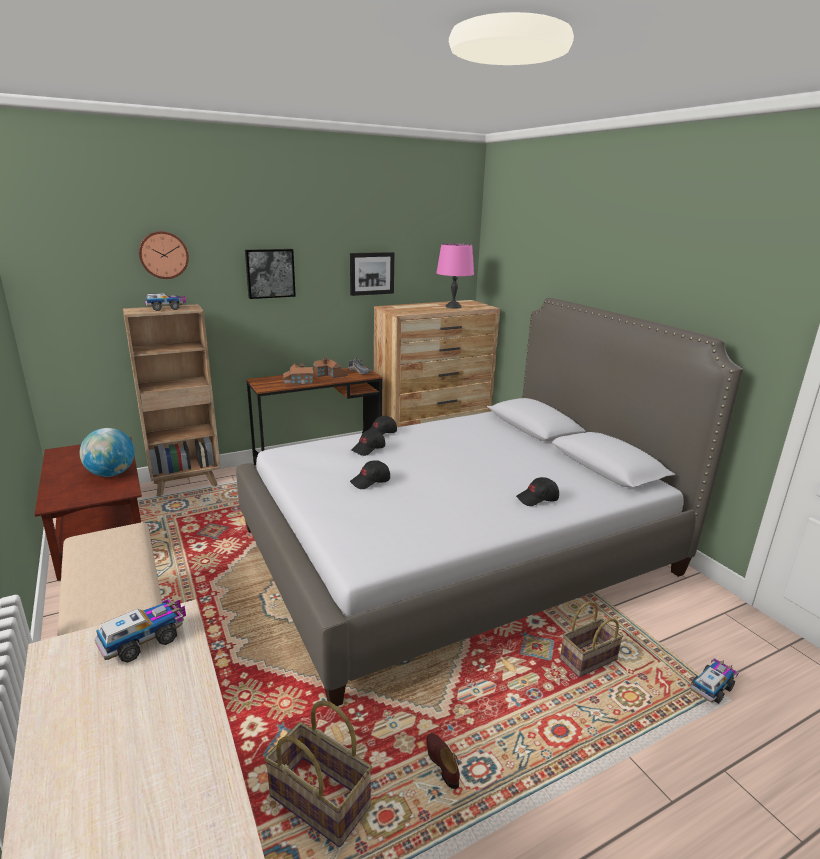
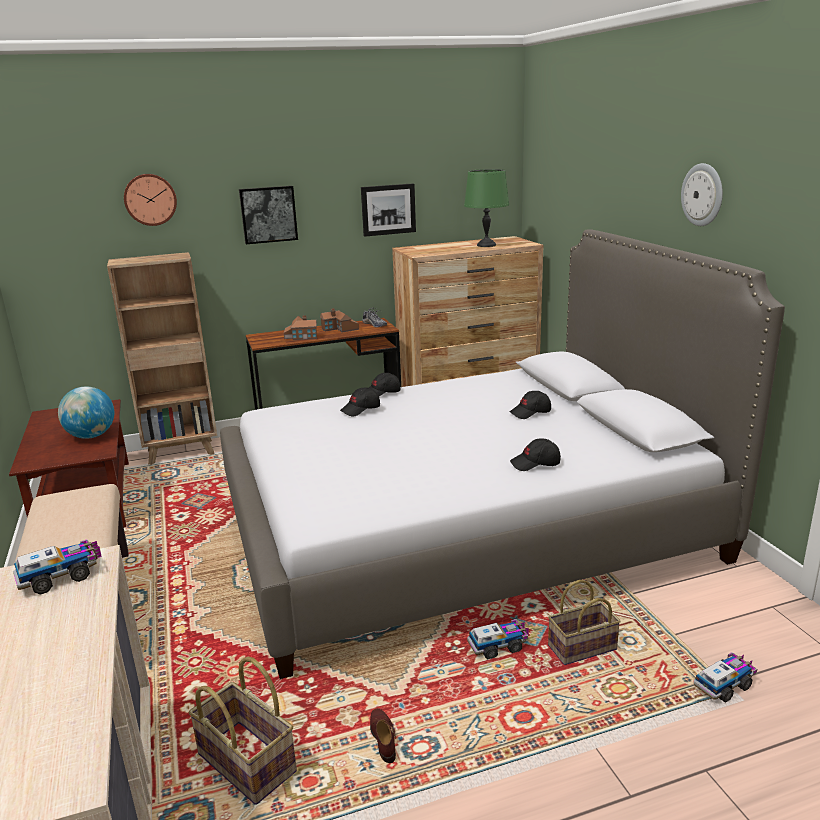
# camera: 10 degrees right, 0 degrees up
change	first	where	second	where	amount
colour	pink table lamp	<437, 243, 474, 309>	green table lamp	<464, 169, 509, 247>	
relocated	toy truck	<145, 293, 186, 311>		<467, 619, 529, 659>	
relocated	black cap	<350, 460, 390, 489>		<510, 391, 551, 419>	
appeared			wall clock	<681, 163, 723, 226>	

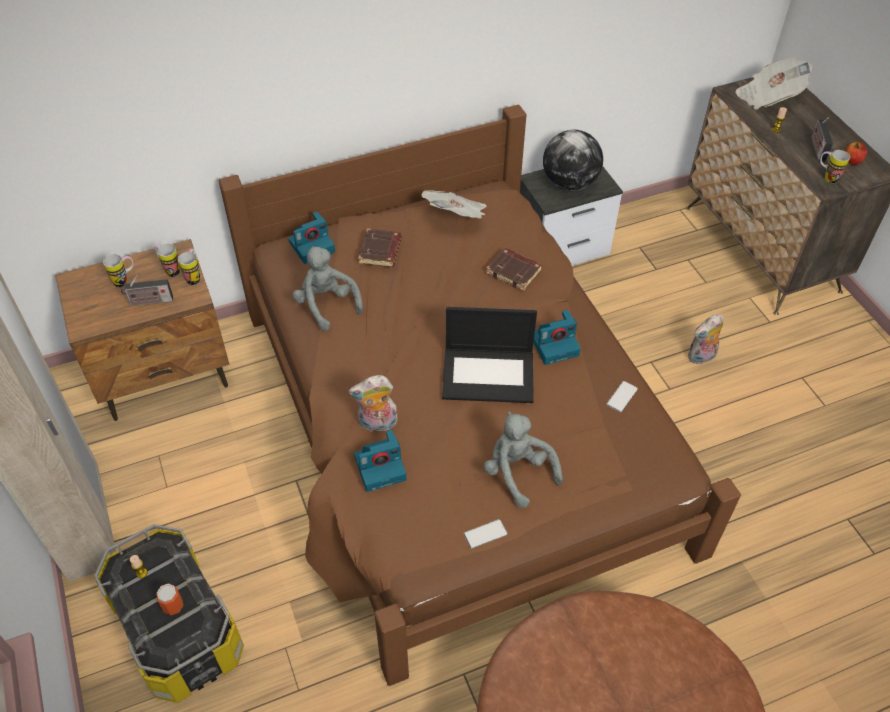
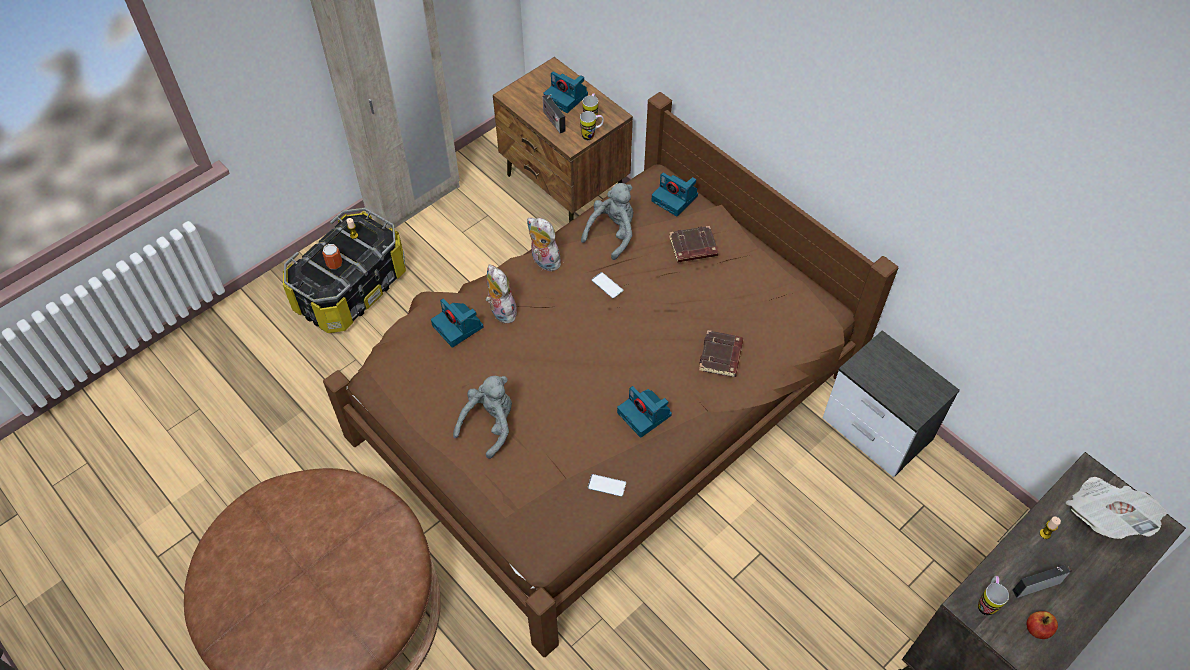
# camera: 70 degrees right, 5 degrees up
change	first	where	second	where	amount
missing	globe	<543, 130, 603, 191>			
missing	newspaper	<422, 190, 487, 219>			
exchanged	mug	<103, 254, 133, 288>	photo camera	<544, 71, 588, 113>	
missing	laptop	<442, 307, 537, 403>			
relocated	plush toy	<688, 314, 723, 364>		<527, 218, 562, 271>	
relocated	phone	<464, 519, 507, 548>		<591, 272, 623, 298>	

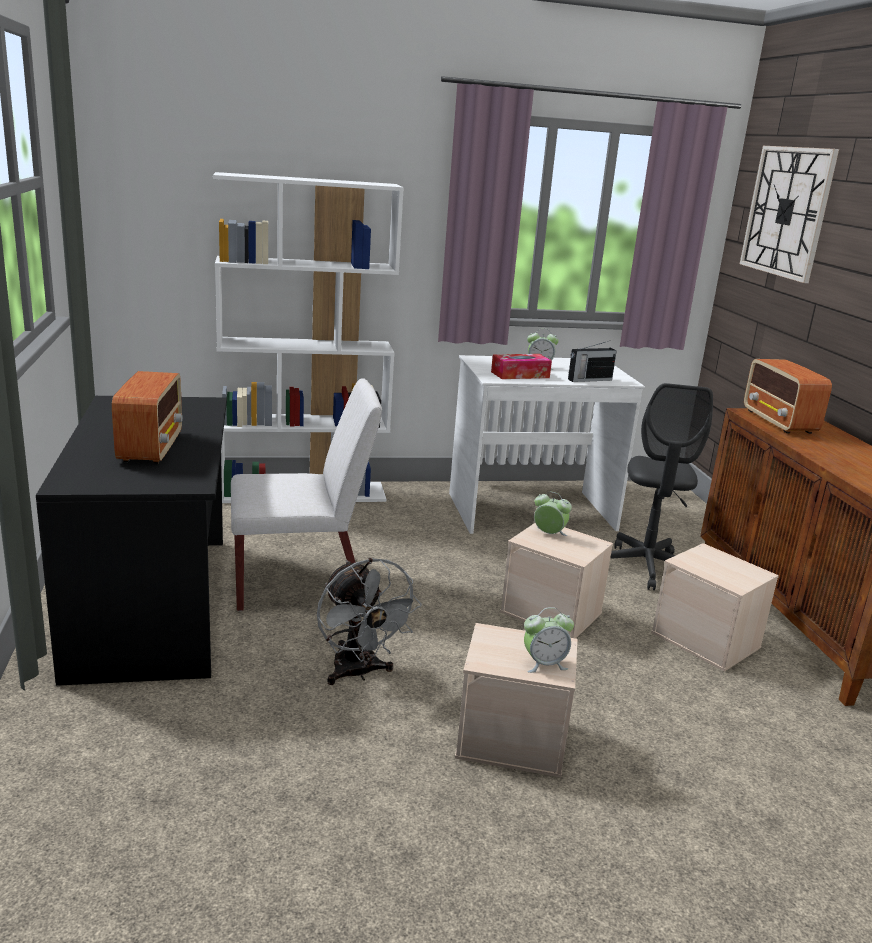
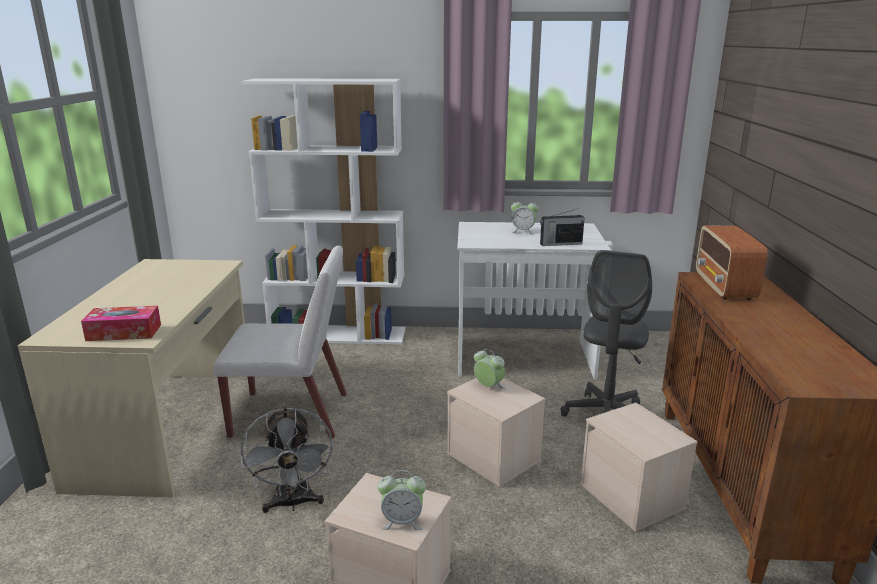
# camera: 15 degrees right, 0 degrees up
change	first	where	second	where	amount
missing	wall clock	<740, 146, 839, 283>			
relocated	tissue box	<491, 354, 552, 379>		<81, 306, 161, 341>	
missing	radio	<112, 371, 183, 464>			
colour	black desk	<36, 396, 227, 686>	beige desk	<18, 259, 247, 497>	

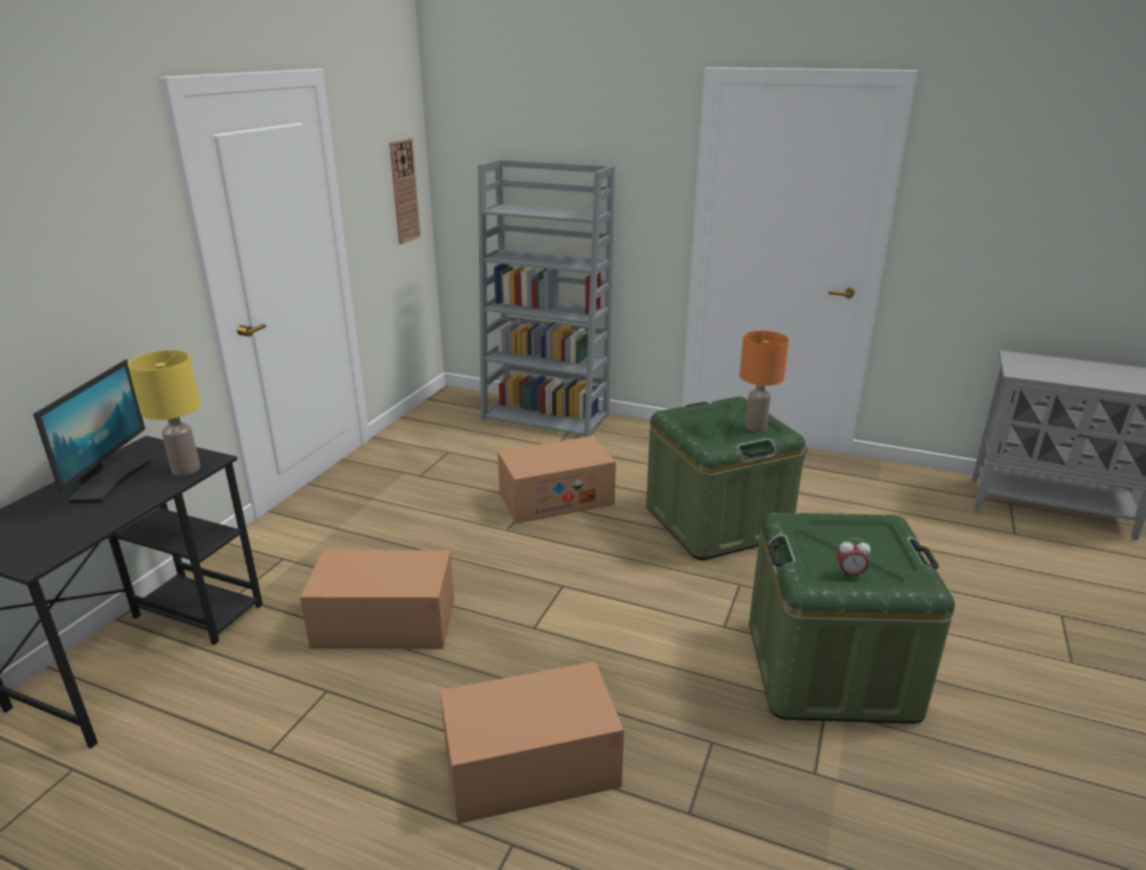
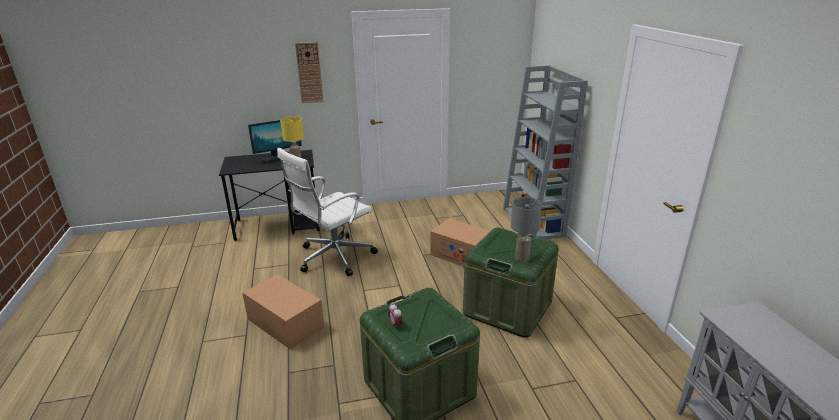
# camera: 55 degrees right, 0 degrees up
change	first	where	second	where	amount
relocated	wall clock	<389, 138, 421, 244>		<295, 42, 324, 103>	
colour	orange table lamp	<740, 331, 789, 432>	grey table lamp	<511, 197, 542, 262>	
exchanged	cardboard box	<300, 550, 454, 649>	white office chair	<277, 148, 378, 276>	

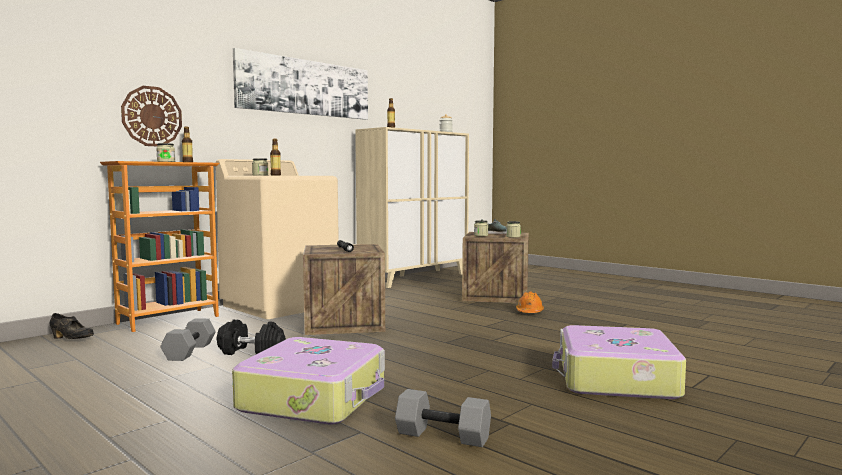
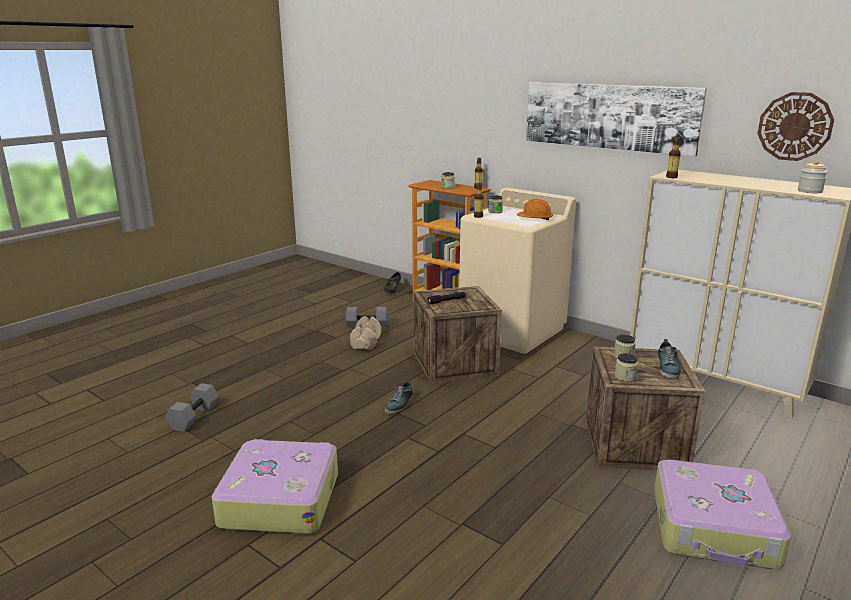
# camera: 85 degrees right, 15 degrees up
change	first	where	second	where	amount
relocated	wall clock	<121, 86, 182, 146>		<757, 92, 834, 161>	
relocated	orange hard hat	<516, 292, 544, 313>		<517, 199, 553, 221>	
colour	black dumbbell	<217, 319, 286, 355>	beige dumbbell	<350, 316, 381, 350>	
relocated	suitcase	<232, 337, 385, 425>		<654, 460, 791, 569>	
appeared			shoe	<385, 379, 413, 414>	

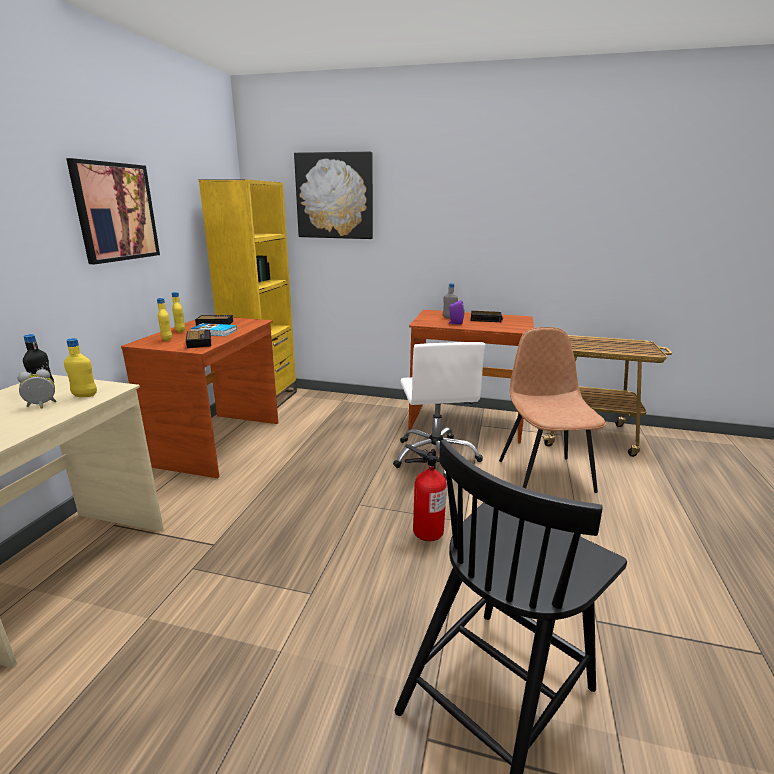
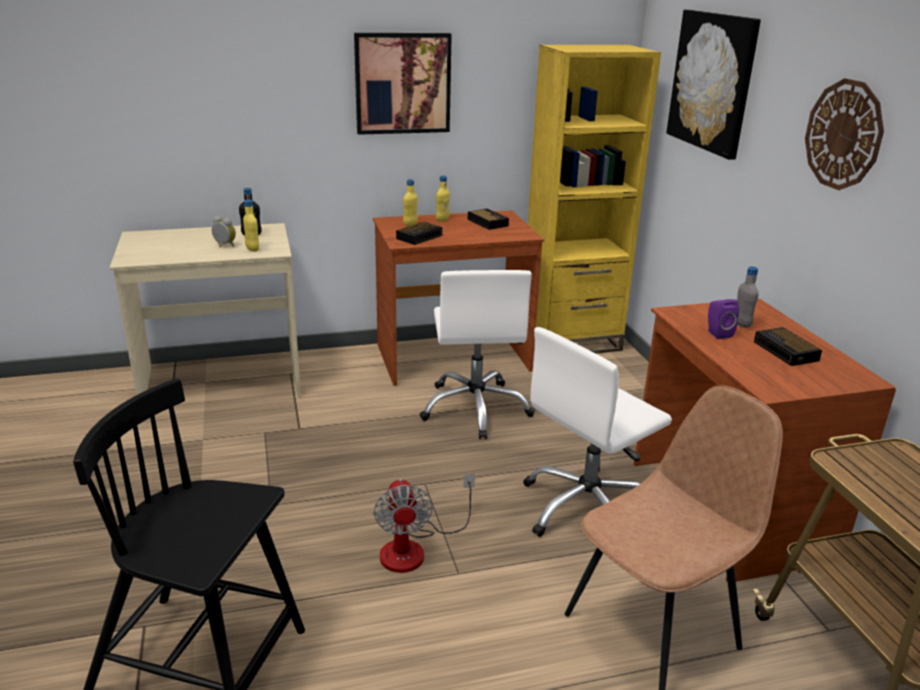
# camera: 60 degrees right, 5 degrees up
change	first	where	second	where	amount
missing	book	<190, 323, 237, 336>			
exchanged	fire extinguisher	<405, 444, 447, 541>	fan	<374, 474, 475, 573>	
appeared			wall clock	<805, 78, 884, 190>	
appeared			white office chair	<419, 270, 535, 439>	

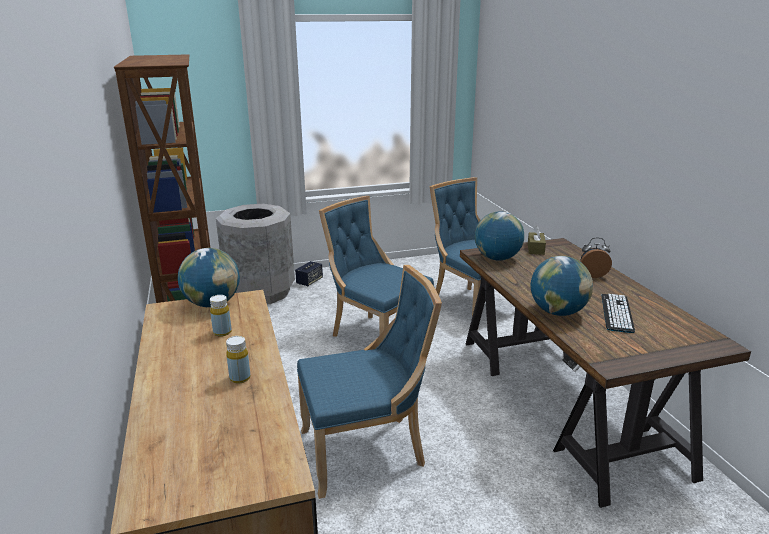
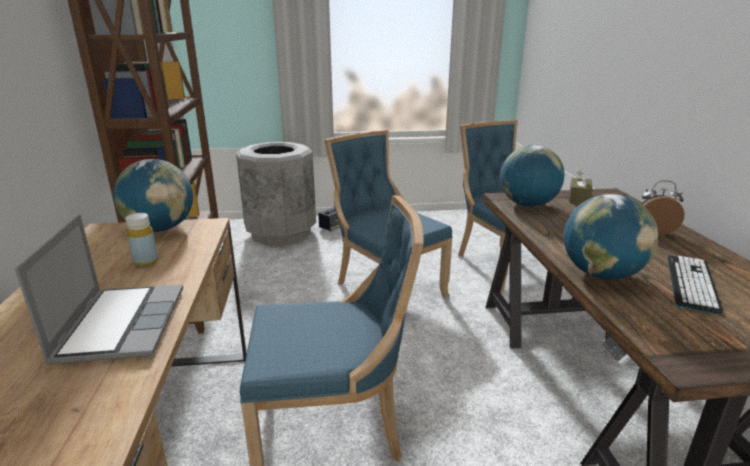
# camera: 10 degrees right, 0 degrees up
change	first	where	second	where	amount
exchanged	yellow bottle	<226, 336, 250, 384>	laptop	<15, 214, 183, 364>	

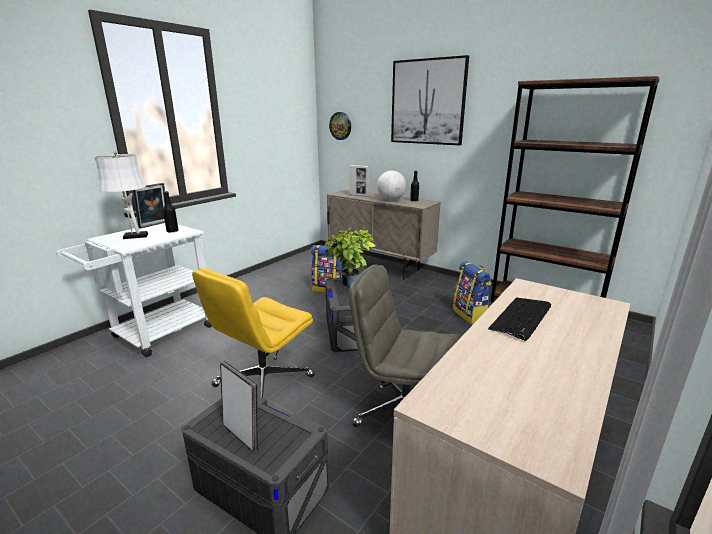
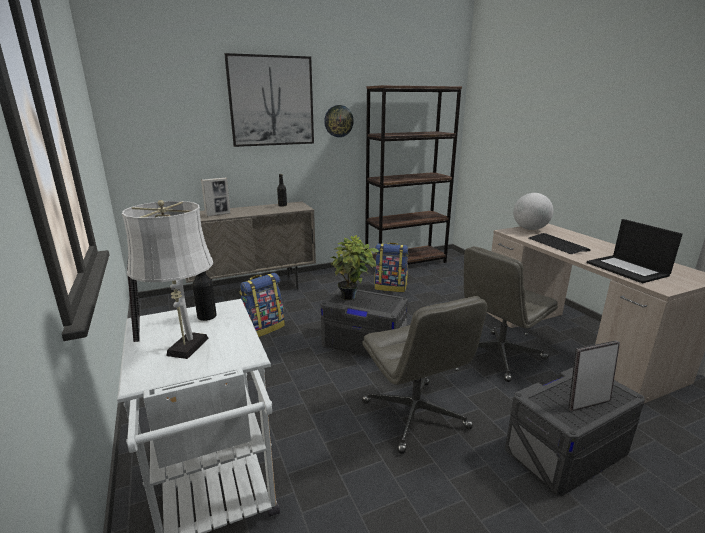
# camera: 60 degrees left, 0 degrees up
change	first	where	second	where	amount
relocated	wall clock	<329, 112, 351, 140>		<324, 105, 354, 137>	
relocated	globe	<377, 171, 406, 201>		<513, 193, 554, 230>	
colour	yellow office chair	<192, 268, 315, 398>	grey office chair	<362, 296, 487, 454>	
appeared			laptop	<587, 219, 683, 283>	

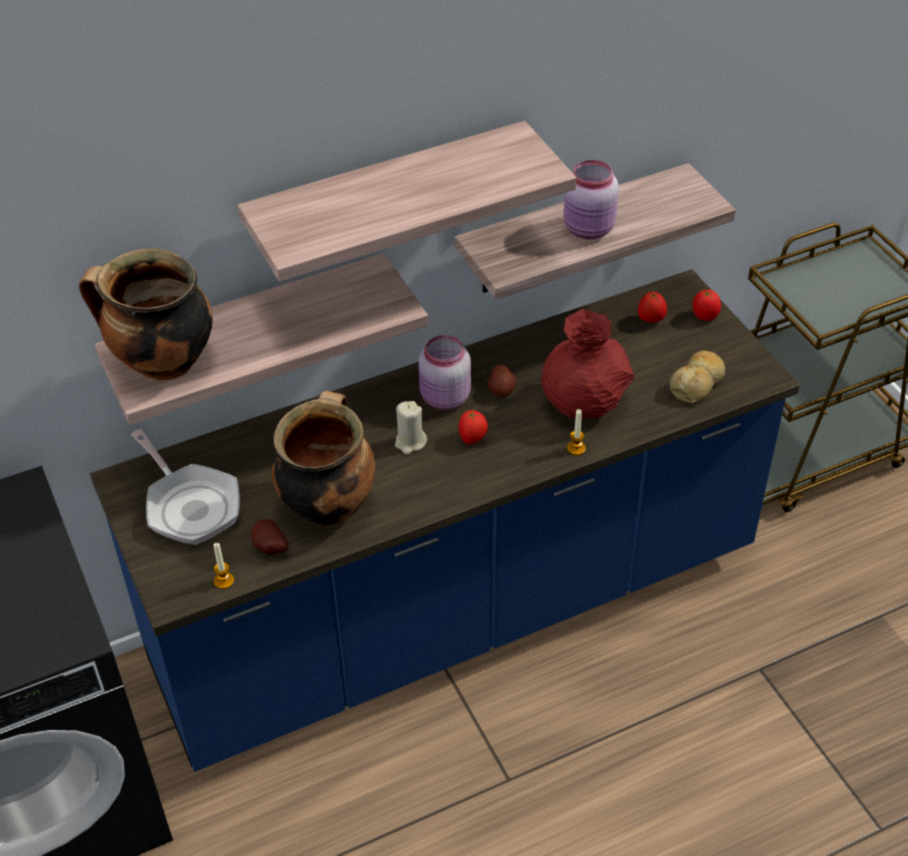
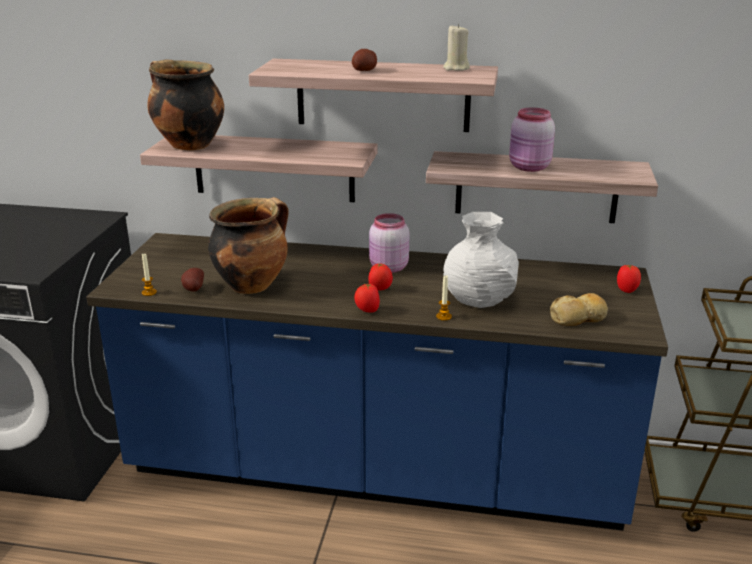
# camera: 35 degrees right, 20 degrees down
change	first	where	second	where	amount
relocated	tomato	<638, 292, 667, 323>		<354, 284, 380, 313>	
colour	red vase	<541, 309, 635, 419>	white vase	<443, 212, 519, 308>	
relocated	potato	<487, 365, 516, 397>		<352, 49, 377, 71>	
relocated	beige candle	<395, 401, 427, 454>		<443, 24, 470, 71>	
missing	frying pan	<131, 429, 240, 545>			

